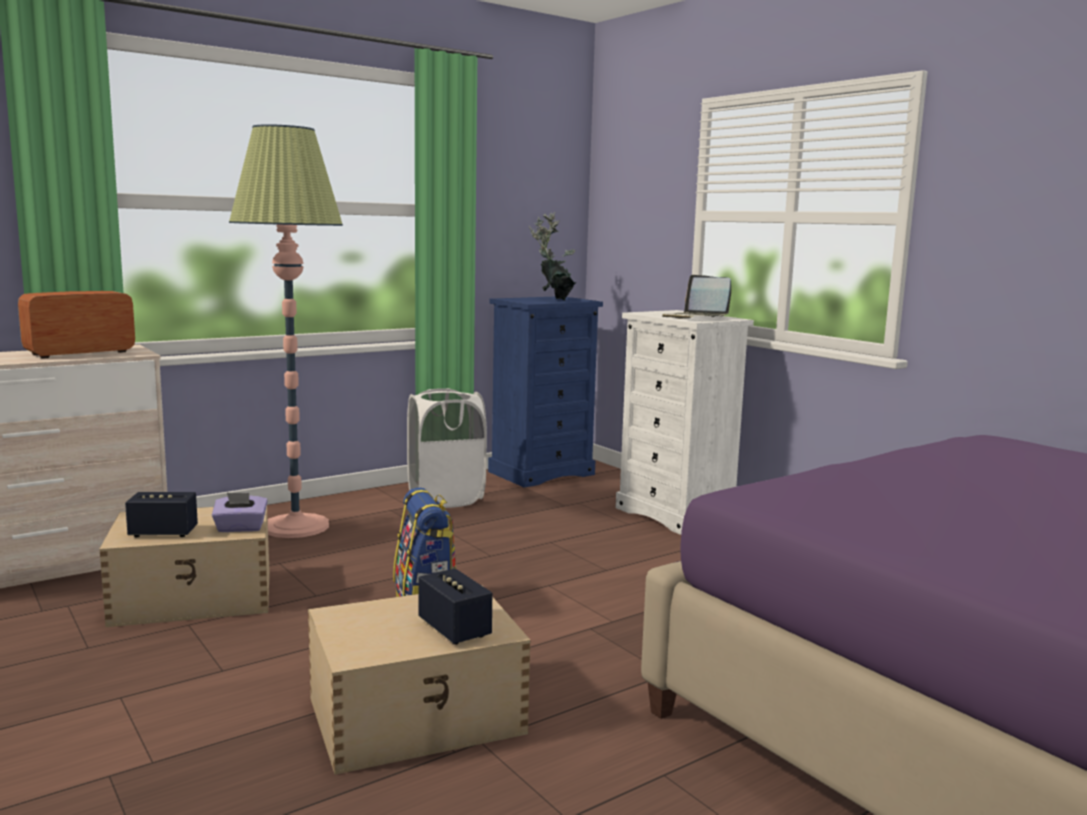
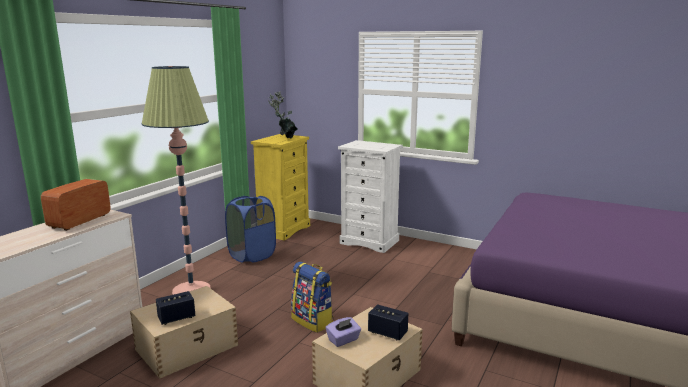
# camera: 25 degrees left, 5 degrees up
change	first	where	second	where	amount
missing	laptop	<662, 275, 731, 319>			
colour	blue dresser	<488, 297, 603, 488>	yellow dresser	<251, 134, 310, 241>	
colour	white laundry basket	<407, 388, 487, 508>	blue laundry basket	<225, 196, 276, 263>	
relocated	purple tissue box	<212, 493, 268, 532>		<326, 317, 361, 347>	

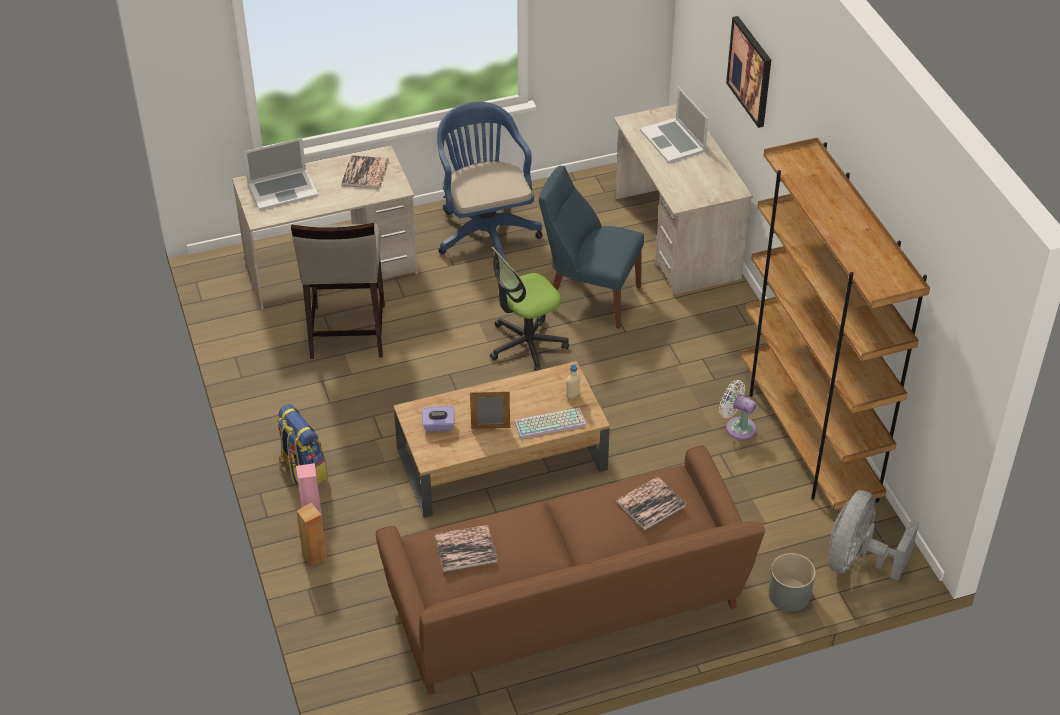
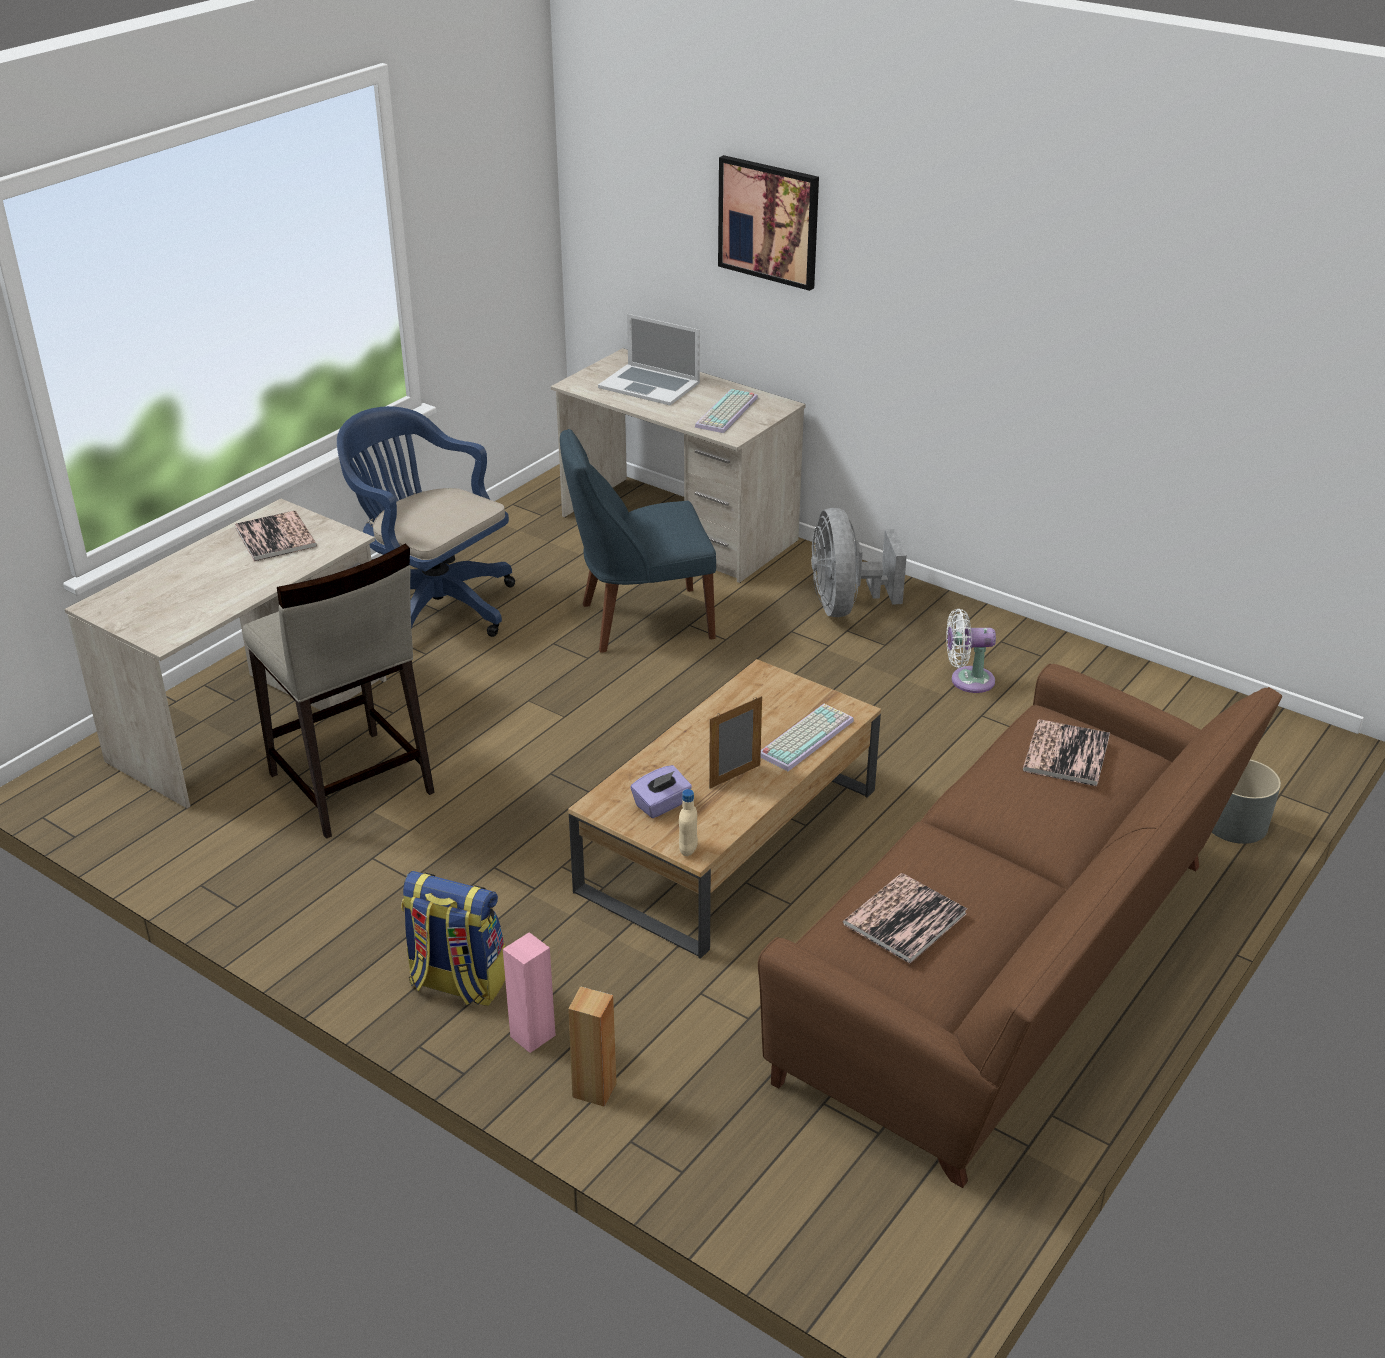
# camera: 35 degrees left, 10 degrees down
change	first	where	second	where	amount
missing	brown bookcase	<740, 137, 930, 510>			
missing	laptop	<243, 138, 318, 210>			
missing	office chair	<490, 247, 569, 371>			
relocated	beige bottle	<566, 364, 580, 399>		<679, 789, 698, 856>	
relocated	grey fan	<828, 490, 919, 580>		<811, 508, 907, 617>	
appeared			keyboard	<695, 389, 758, 433>	

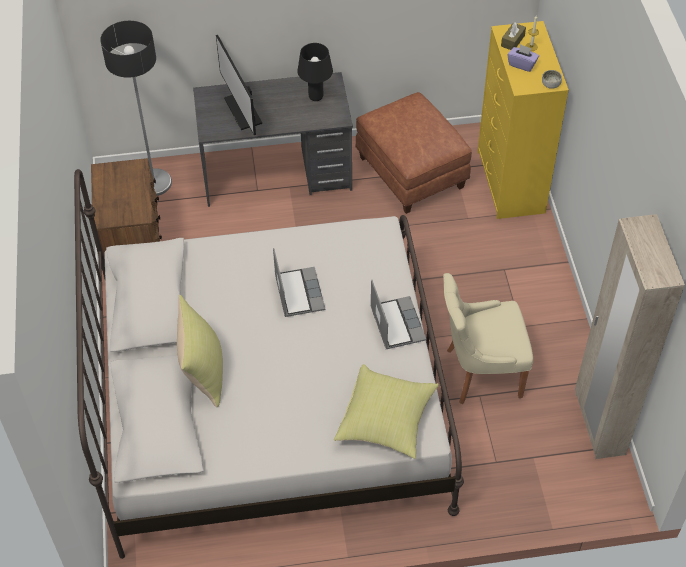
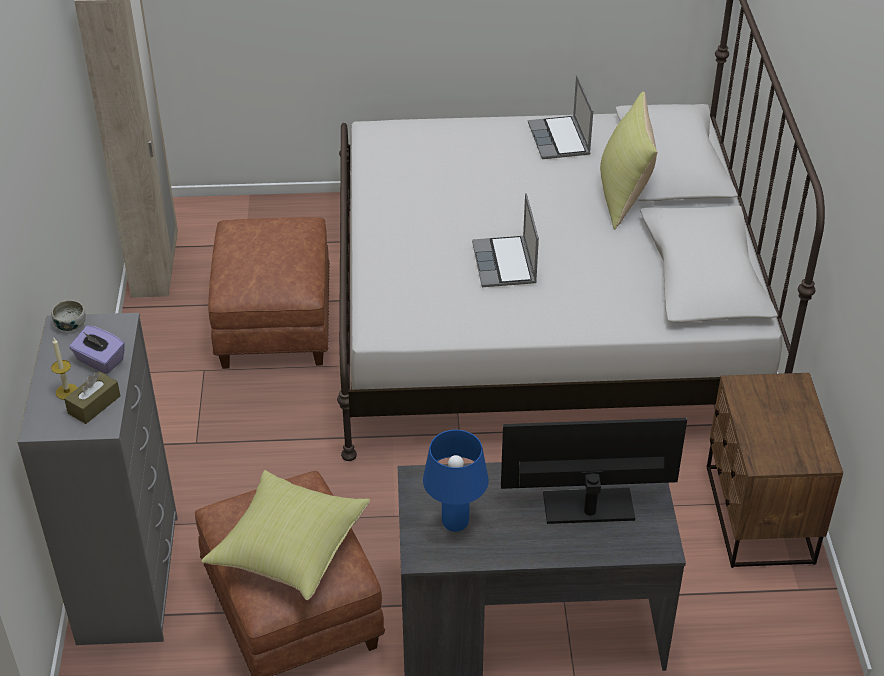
# camera: 175 degrees left, 10 degrees down
change	first	where	second	where	amount
missing	floor lamp	<100, 21, 172, 196>			
colour	yellow dresser	<477, 21, 569, 219>	grey dresser	<17, 313, 178, 645>	
spun	monitor	<216, 34, 262, 135>		<501, 418, 687, 524>	75 degrees counterclockwise
colour	black table lamp	<297, 43, 333, 101>	blue table lamp	<423, 430, 489, 532>	
exchanged	beige chair	<443, 273, 533, 404>	brown ottoman	<208, 217, 330, 369>	
relocated	laptop	<370, 280, 426, 349>		<528, 75, 593, 159>	
relocated	yellow pillow	<334, 364, 439, 459>		<201, 470, 370, 600>	

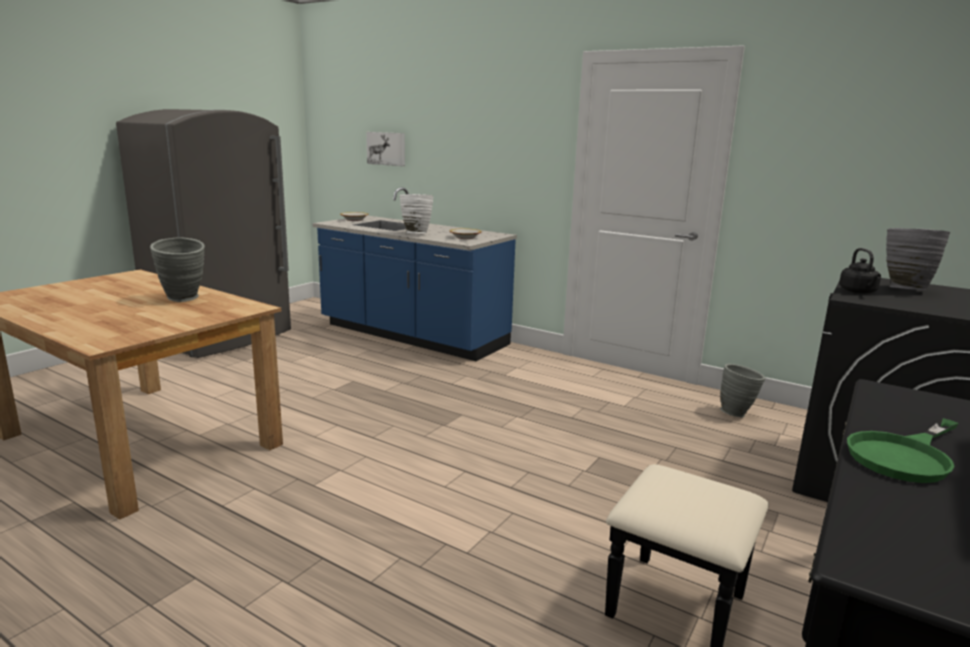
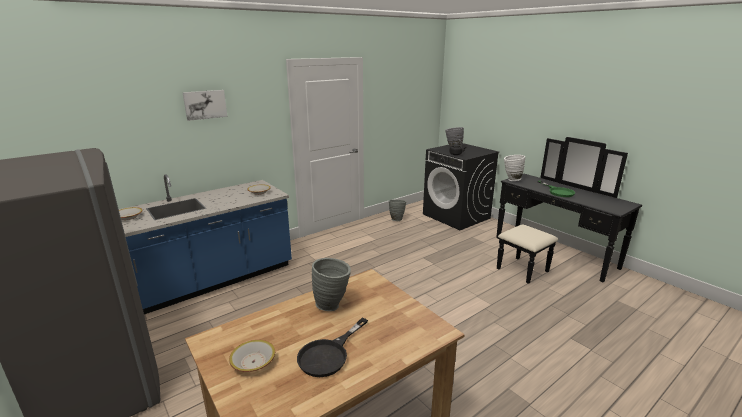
# camera: 70 degrees left, 5 degrees up
change	first	where	second	where	amount
relocated	picture	<366, 132, 405, 166>		<183, 90, 227, 121>	
relocated	white vase	<400, 194, 433, 233>		<504, 155, 525, 181>	
appeared			black frying pan	<297, 318, 368, 377>	
appeared			bowl	<229, 340, 275, 372>	

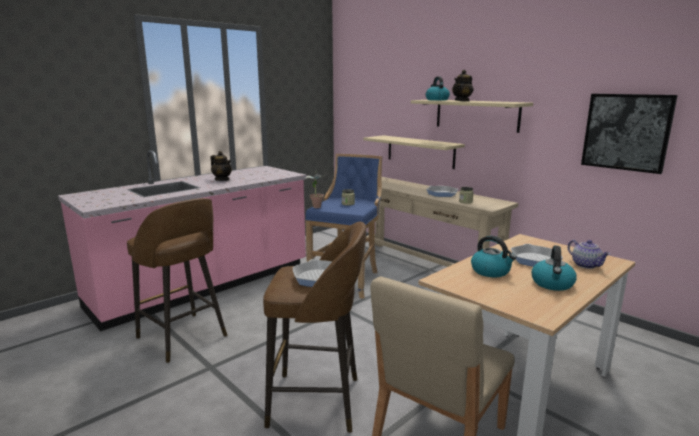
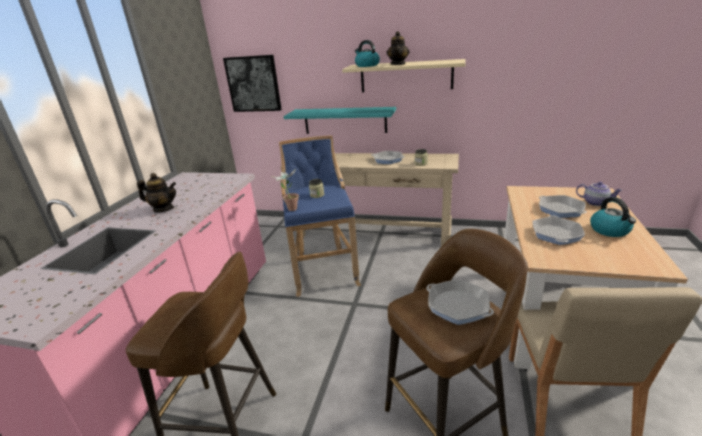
# camera: 30 degrees left, 10 degrees up
change	first	where	second	where	amount
relocated	picture	<581, 94, 678, 174>		<223, 55, 282, 112>	
colour	beige shelf	<363, 135, 465, 169>	turquoise shelf	<284, 107, 396, 134>	
exchanged	kettle	<471, 236, 517, 277>	frying pan	<532, 215, 585, 245>	

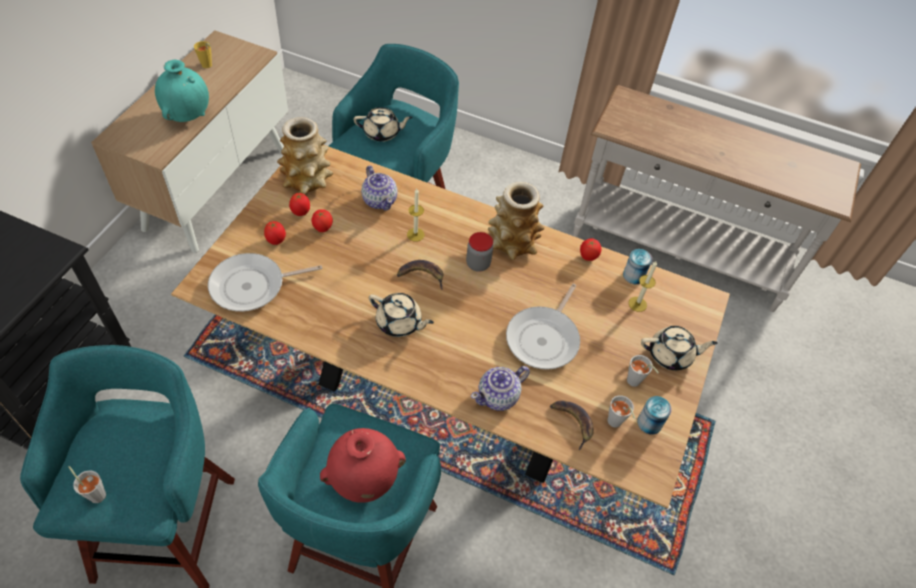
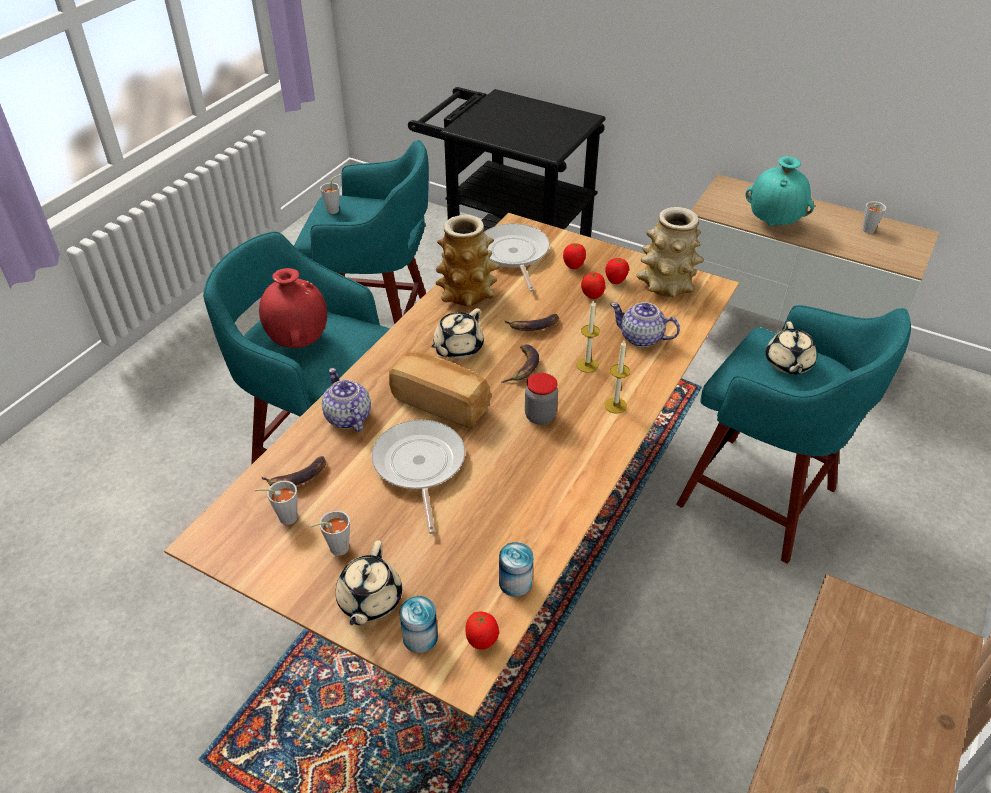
# camera: 100 degrees right, 10 degrees down
change	first	where	second	where	amount
colour	yellow cup	<194, 41, 212, 68>	grey cup	<862, 201, 886, 233>	
spun	teapot	<361, 165, 397, 211>		<610, 302, 680, 347>	45 degrees clockwise
relocated	vase	<488, 182, 544, 260>		<435, 214, 499, 307>	
relocated	tomato	<580, 238, 602, 261>		<465, 611, 499, 650>	
relocated	candle	<628, 261, 657, 312>		<604, 340, 630, 414>	
spun	frying pan	<506, 284, 580, 370>		<372, 420, 465, 534>	45 degrees clockwise
relocated	can	<637, 396, 672, 434>		<399, 596, 438, 653>	
appeared			banana	<505, 314, 559, 331>	
appeared			bread	<389, 351, 491, 428>	

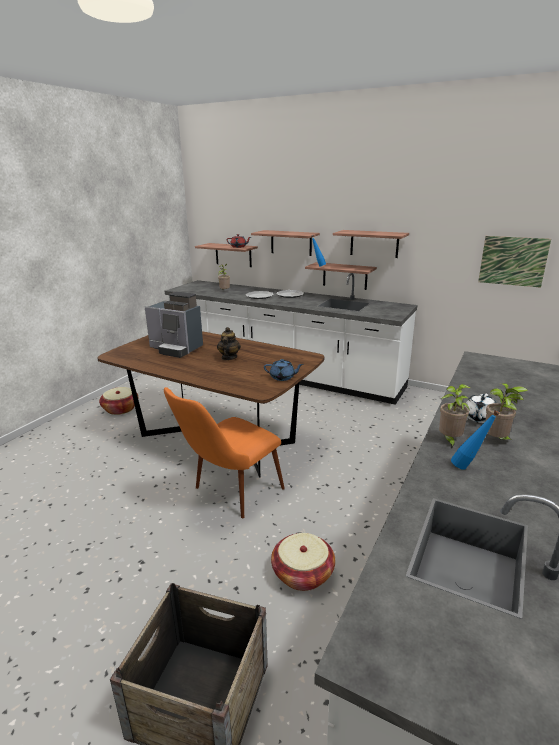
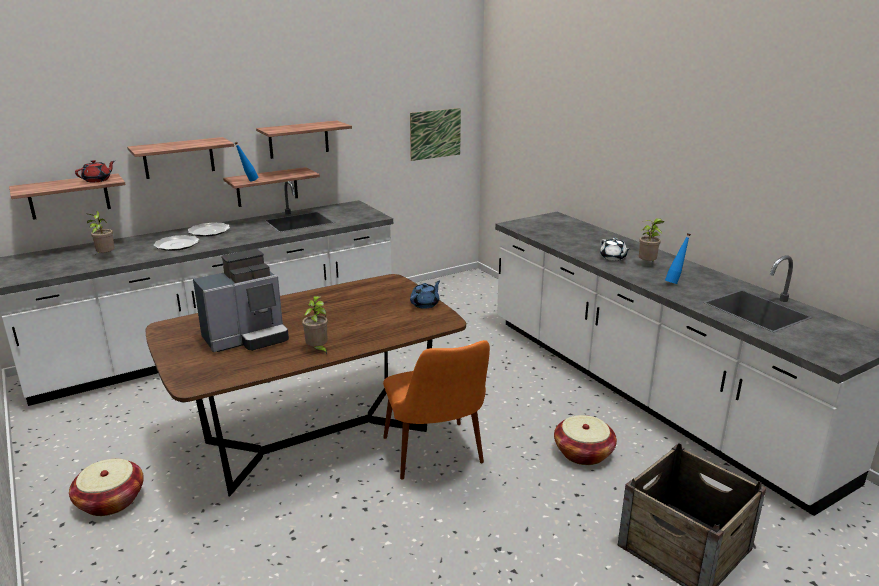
# camera: 60 degrees left, 0 degrees up
change	first	where	second	where	amount
missing	teapot	<217, 327, 241, 360>			
relocated	potted plant	<439, 384, 471, 449>		<302, 296, 328, 354>	

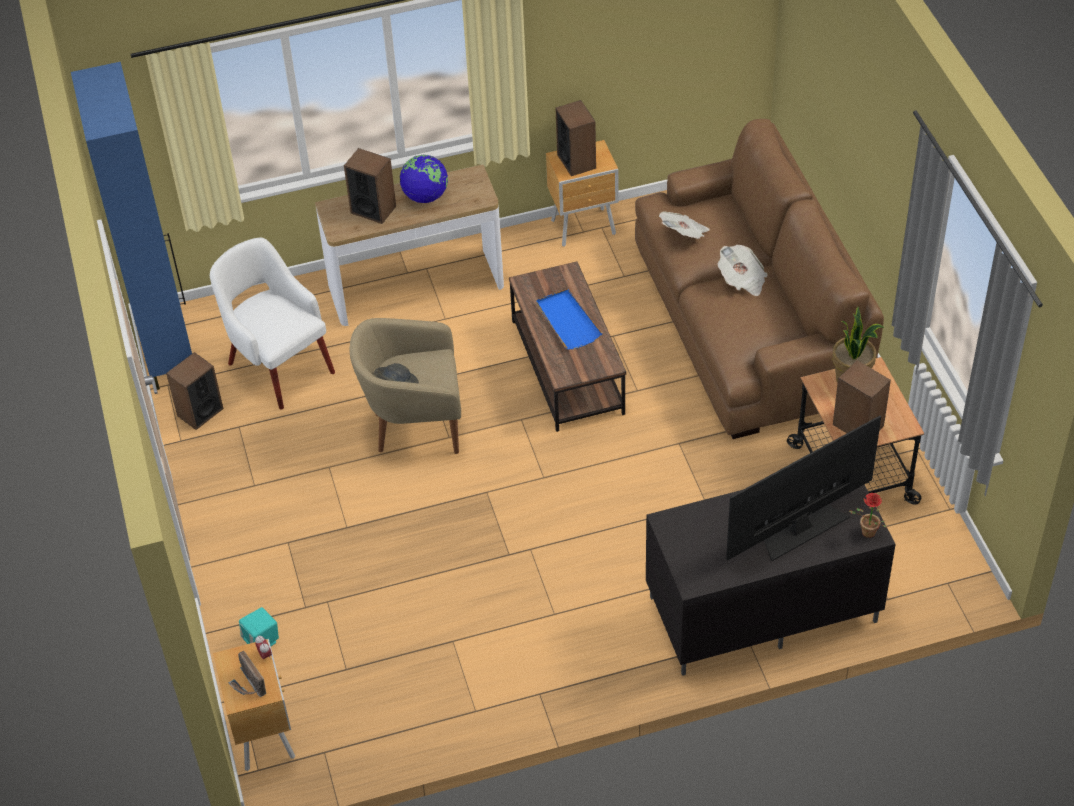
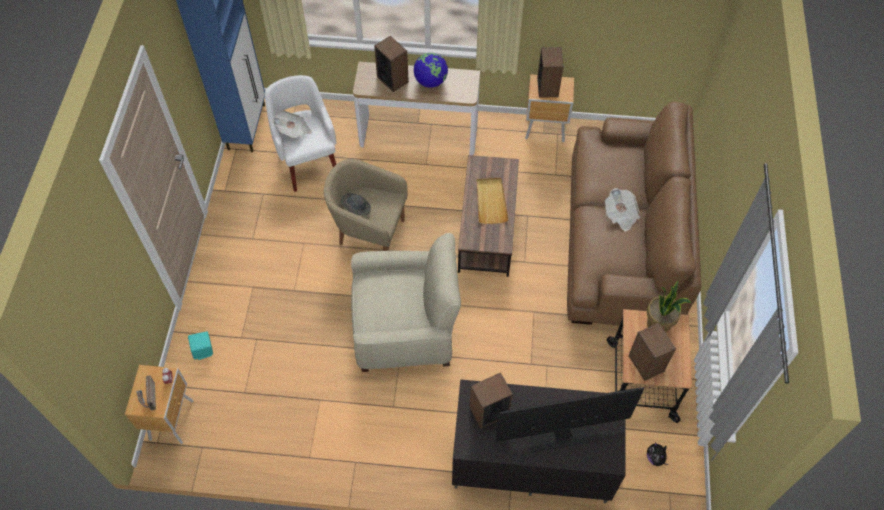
# camera: 20 degrees right, 10 degrees up
change	first	where	second	where	amount
relocated	newspaper	<659, 211, 710, 239>		<272, 111, 312, 138>	
colour	blue tray	<536, 289, 603, 350>	beige tray	<477, 178, 508, 224>	
relocated	speaker	<166, 352, 223, 430>		<469, 373, 513, 429>	
missing	potted plant	<849, 493, 888, 538>			
appeared			beige armchair	<351, 233, 461, 372>	
appeared			plush toy	<647, 442, 669, 466>	

